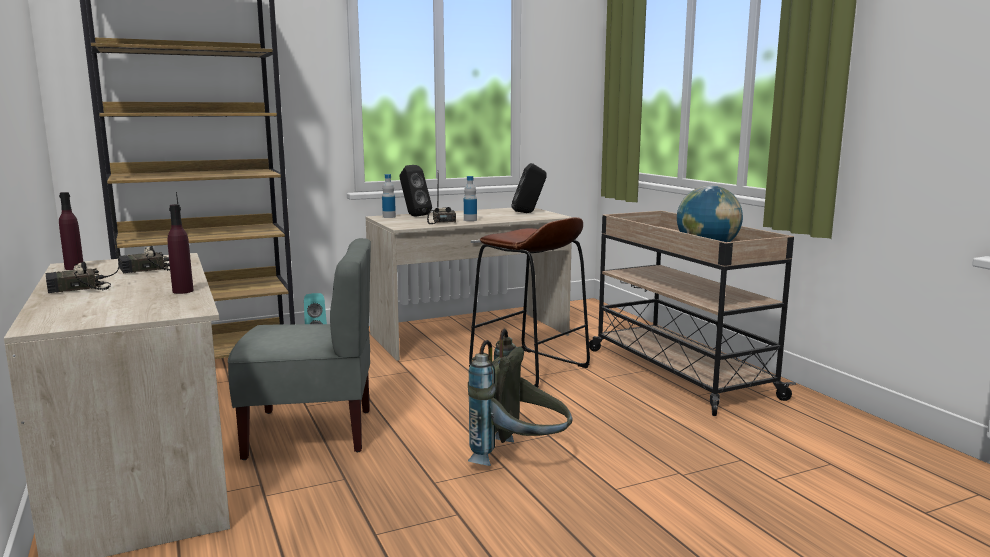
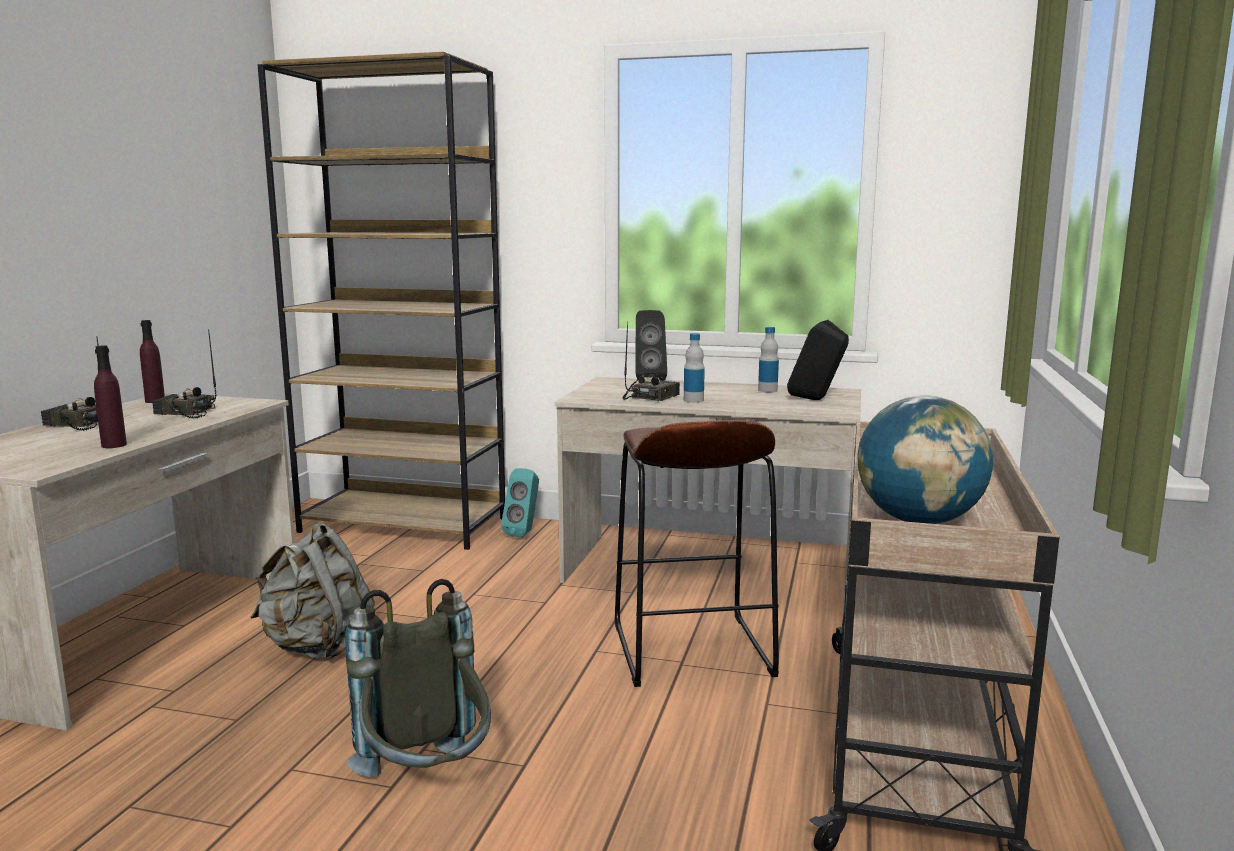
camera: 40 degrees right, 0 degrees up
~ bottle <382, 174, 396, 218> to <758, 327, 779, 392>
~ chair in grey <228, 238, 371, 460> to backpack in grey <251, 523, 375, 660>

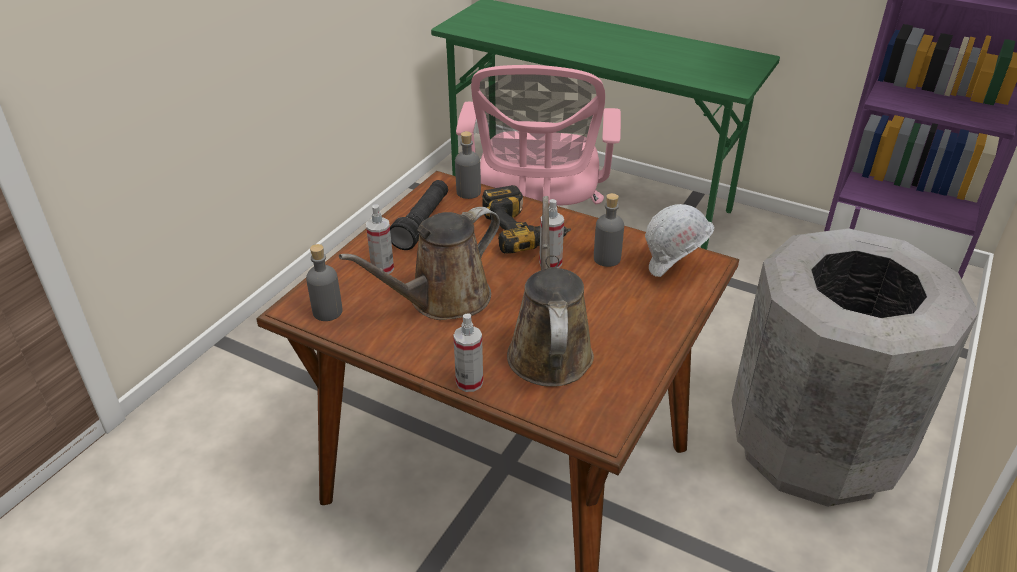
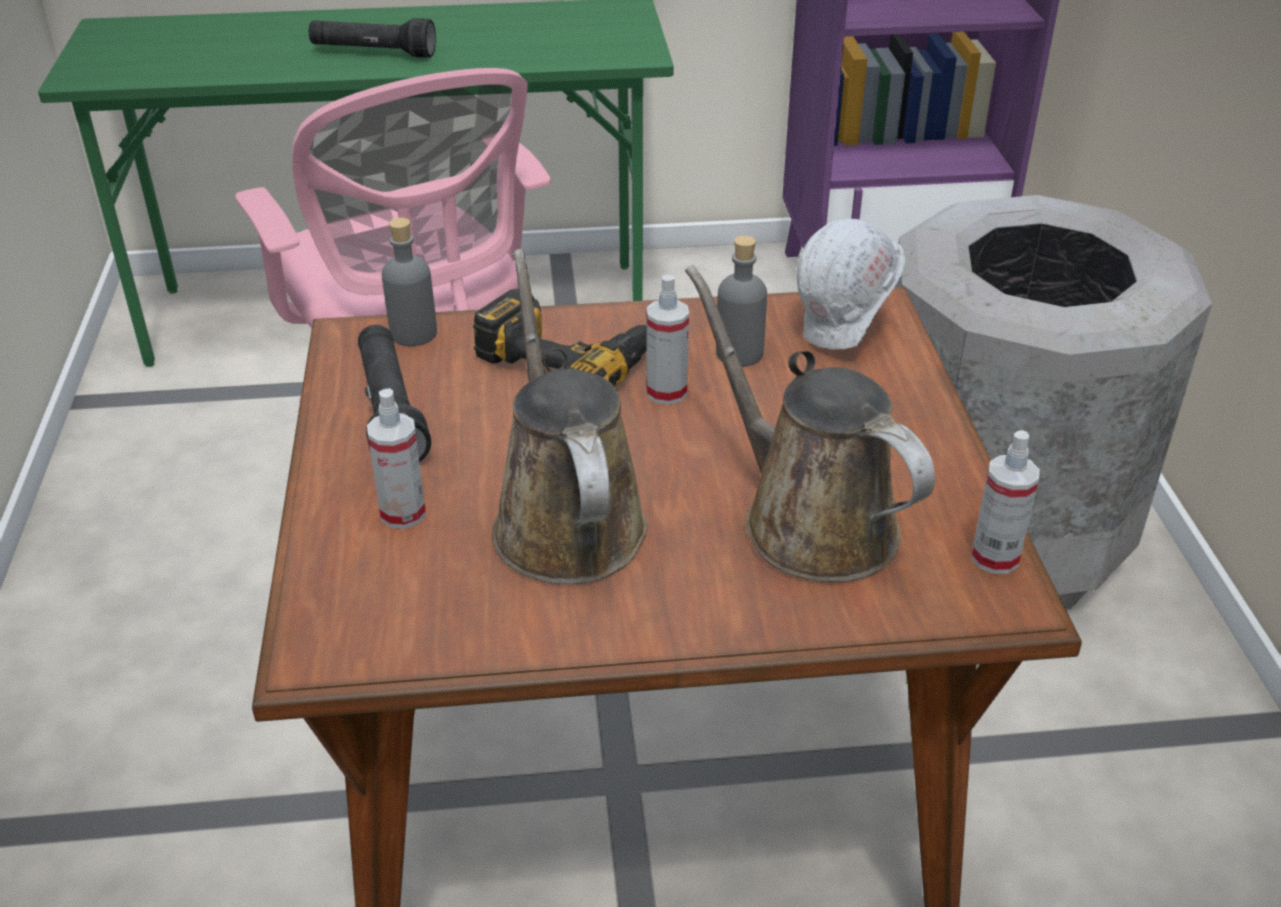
camera: 35 degrees left, 0 degrees up
~ watering can in brown <339, 207, 500, 320> = <492, 249, 647, 585> 150 degrees clockwise
- bottle in grey <306, 244, 343, 321>
~ spray bottle <453, 313, 483, 392> to <971, 430, 1039, 574>
+ flashlight in black <309, 18, 436, 58>

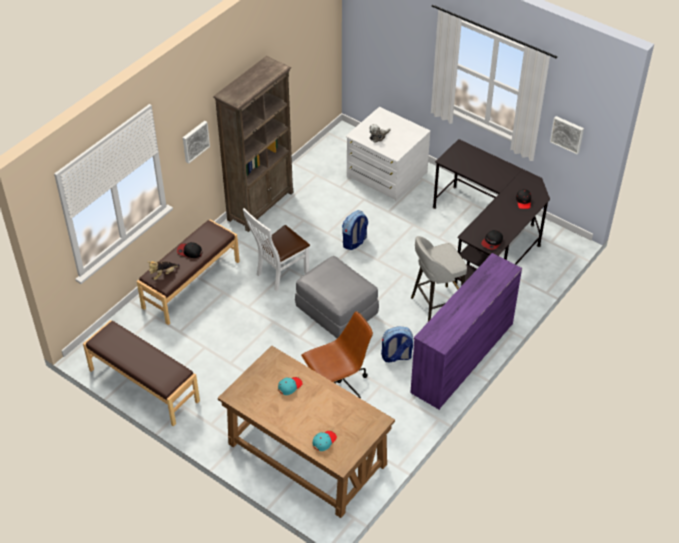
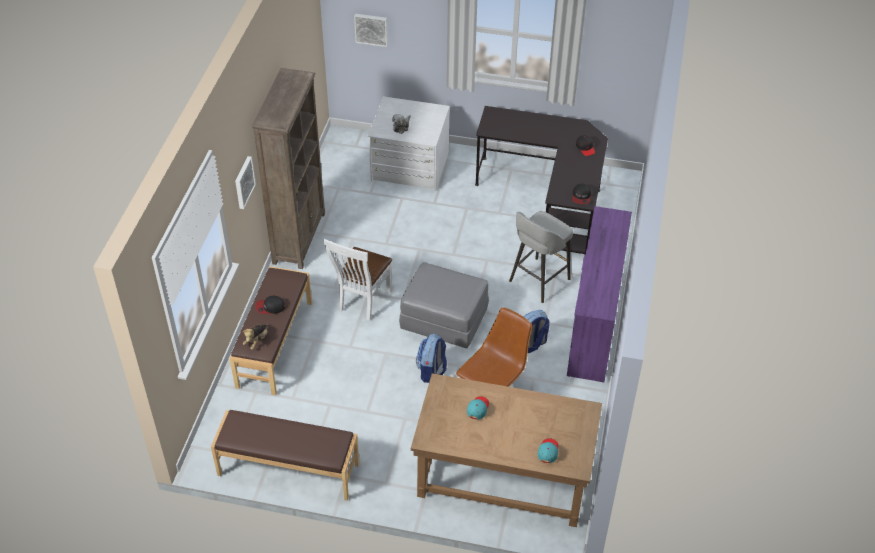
camera: 25 degrees left, 0 degrees up
~ picture <550, 116, 584, 154> to <354, 14, 388, 47>
~ backpack <342, 210, 368, 250> to <416, 334, 447, 383>

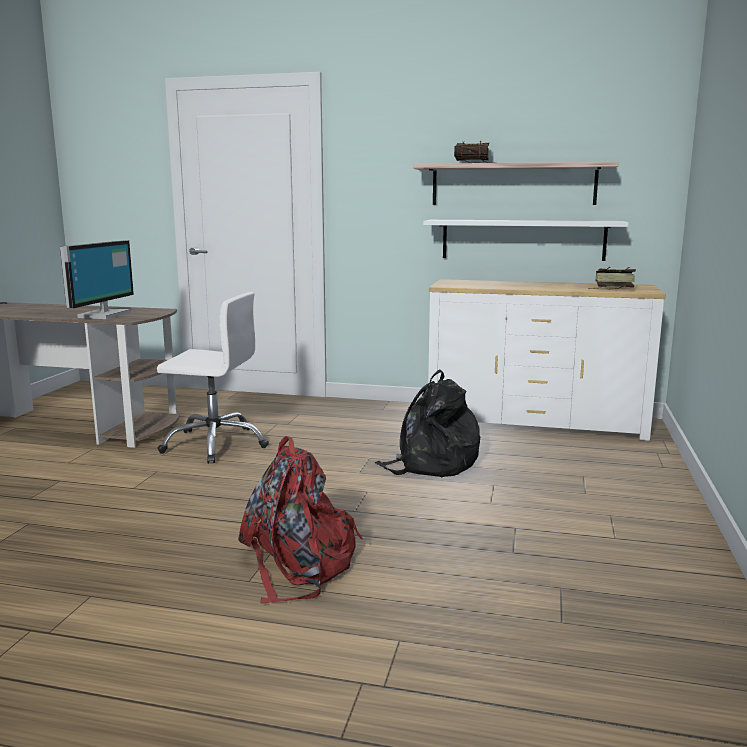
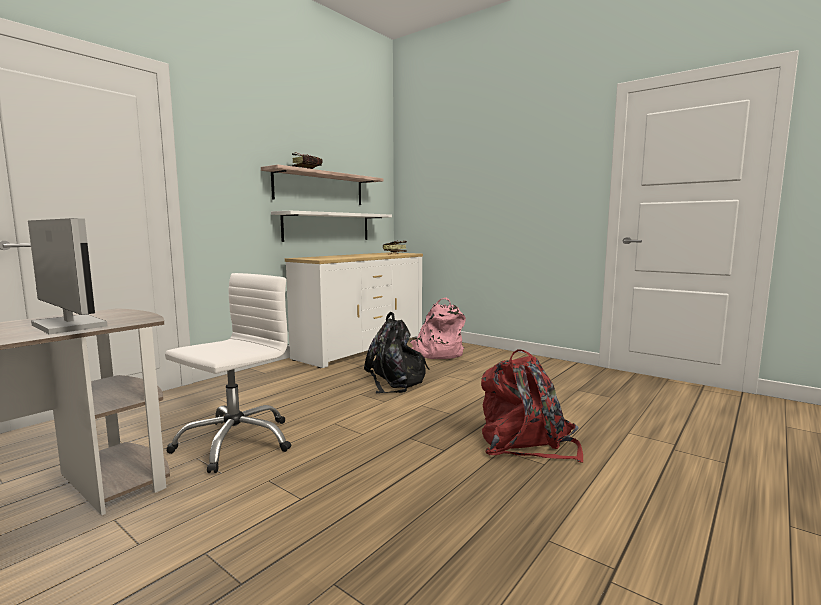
camera: 65 degrees left, 5 degrees down
+ backpack in pink <410, 298, 466, 359>

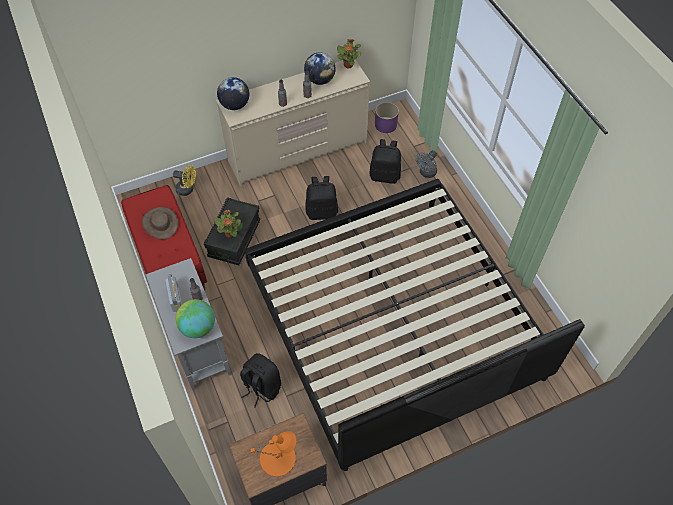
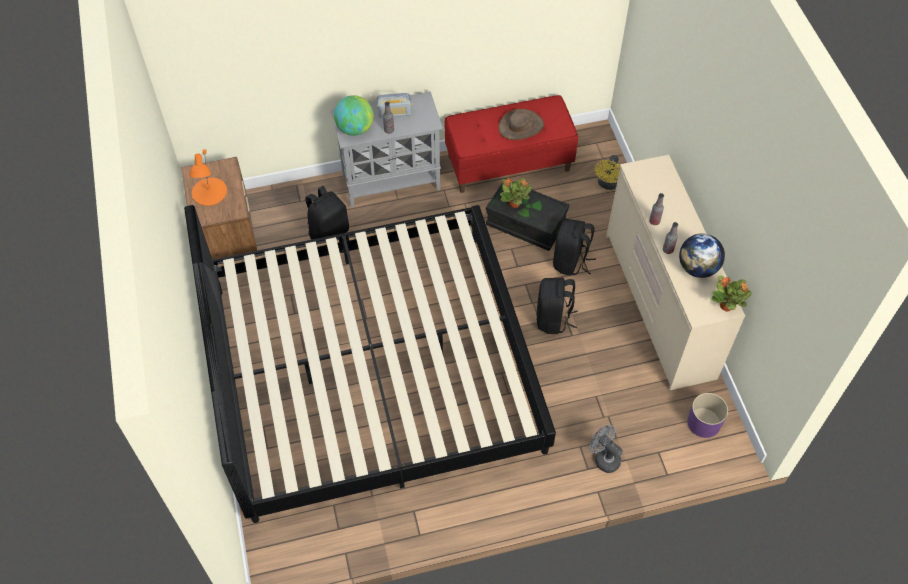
camera: 100 degrees right, 0 degrees up
- globe <217, 77, 249, 110>
~ backpack in black <369, 139, 401, 184> to <553, 219, 596, 276>

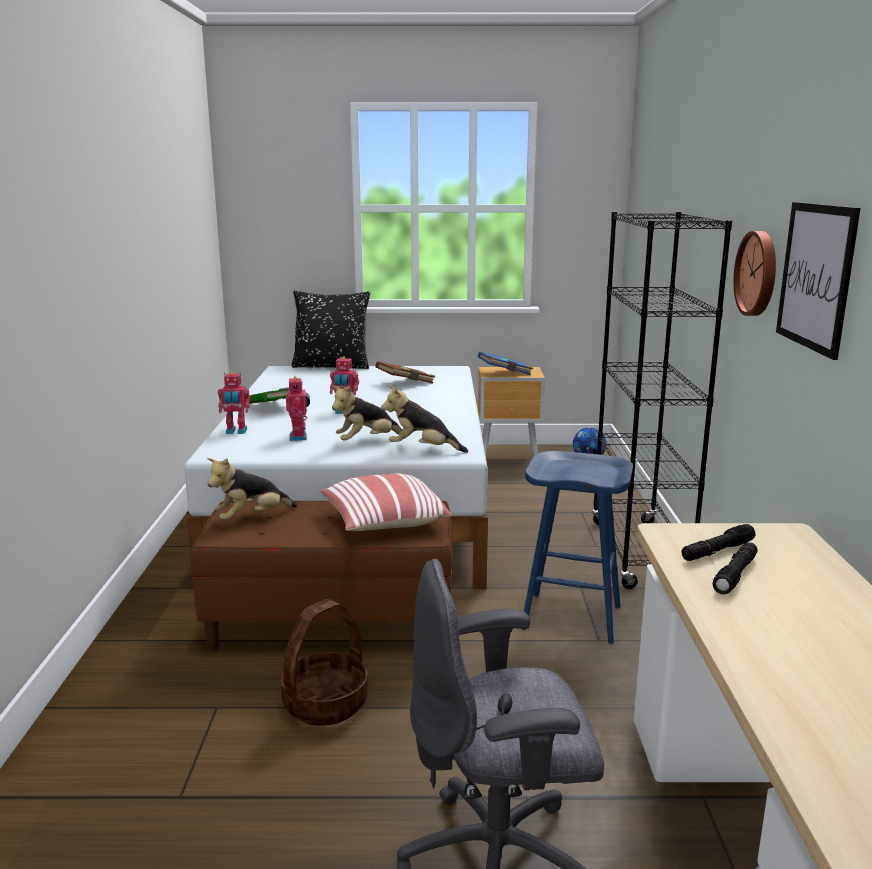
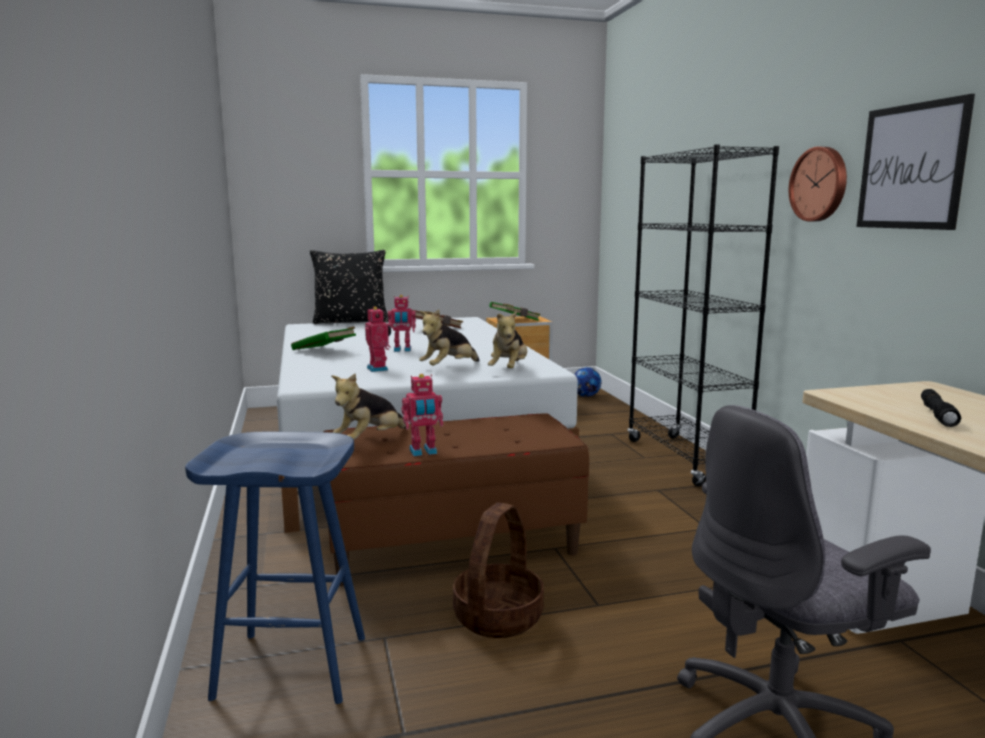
camera: 15 degrees left, 5 degrees down
~ book in blue <478, 351, 533, 375> to book in green <489, 302, 541, 321>
~ toy robot <218, 372, 250, 434> to <402, 374, 443, 456>
~ plush toy <381, 385, 468, 453> = <488, 311, 527, 368> 75 degrees counterclockwise
~ stool in blue <521, 451, 633, 644> to <185, 432, 365, 704>
- pillow <319, 473, 452, 531>
- flashlight in black <681, 524, 755, 561>

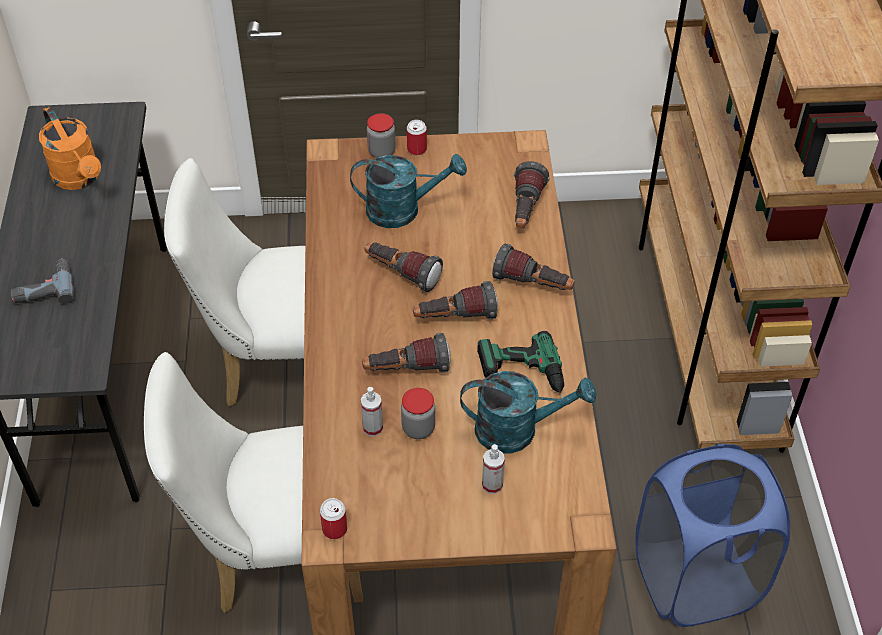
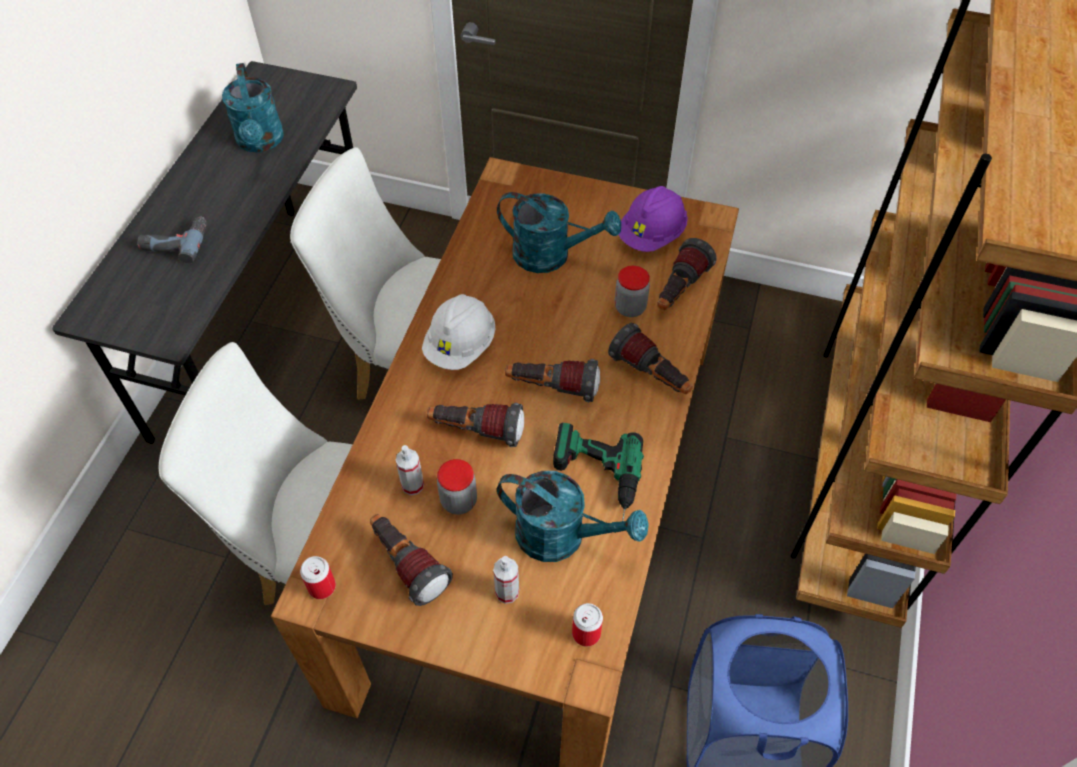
camera: 20 degrees right, 5 degrees up
~ watering can in orange <39, 107, 101, 190> to watering can in turquoise <222, 63, 284, 153>
~ jar <367, 113, 396, 158> to <615, 266, 650, 317>
~ can <407, 120, 427, 155> to <572, 603, 603, 647>
~ flashlight <364, 242, 443, 292> to <370, 514, 453, 606>
+ hard hat in purple <619, 186, 688, 252>
+ hard hat in white <422, 294, 495, 370>

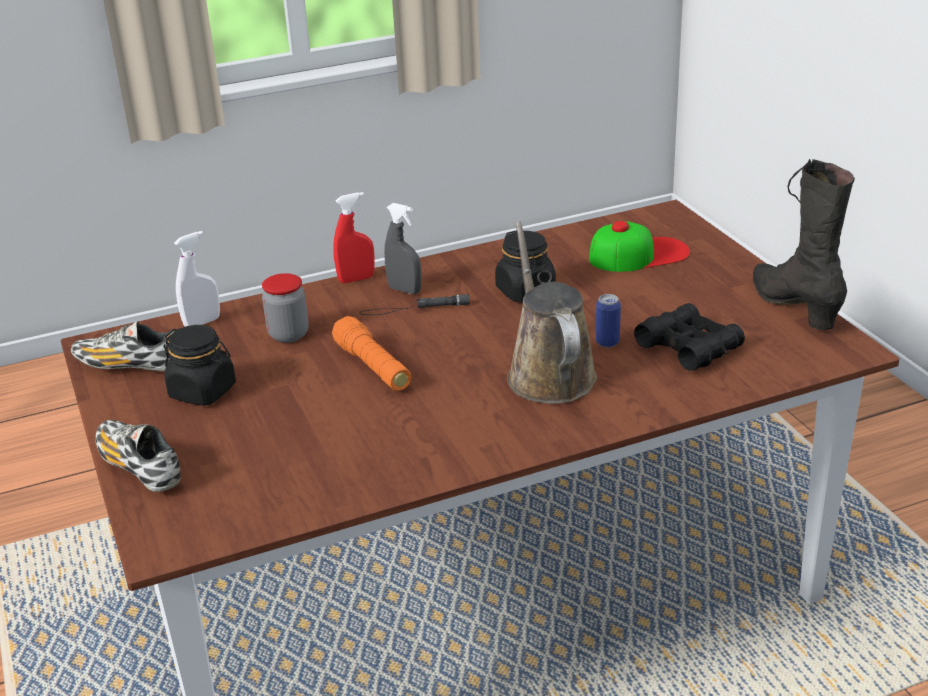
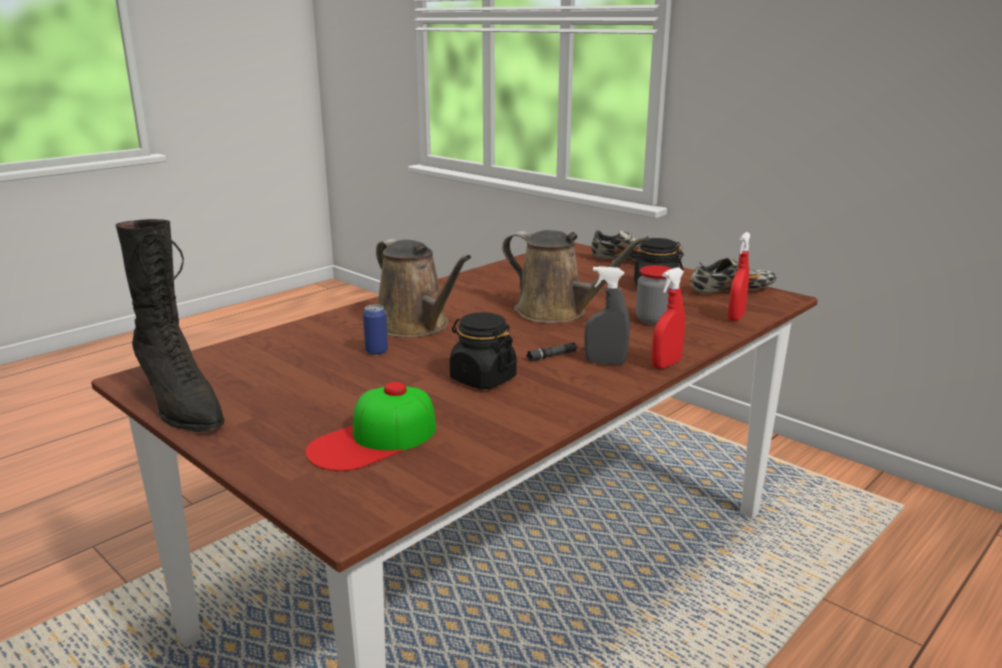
camera: 155 degrees right, 10 degrees down
~ spray bottle in white <174, 231, 220, 327> to spray bottle in red <728, 232, 751, 321>
- binoculars in black <634, 303, 745, 371>
~ flashlight in orange <332, 316, 411, 391> to watering can in brown <502, 230, 649, 323>

